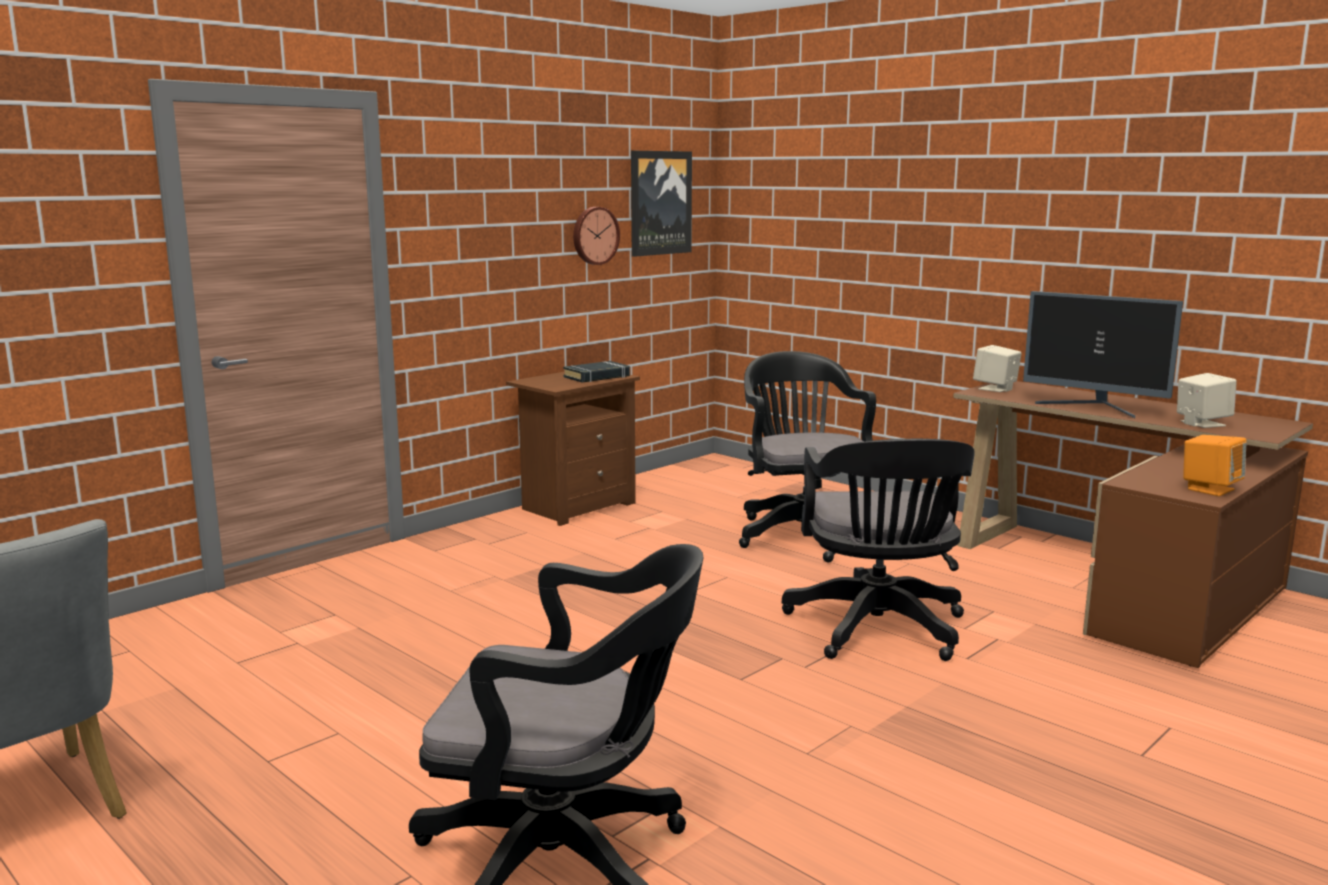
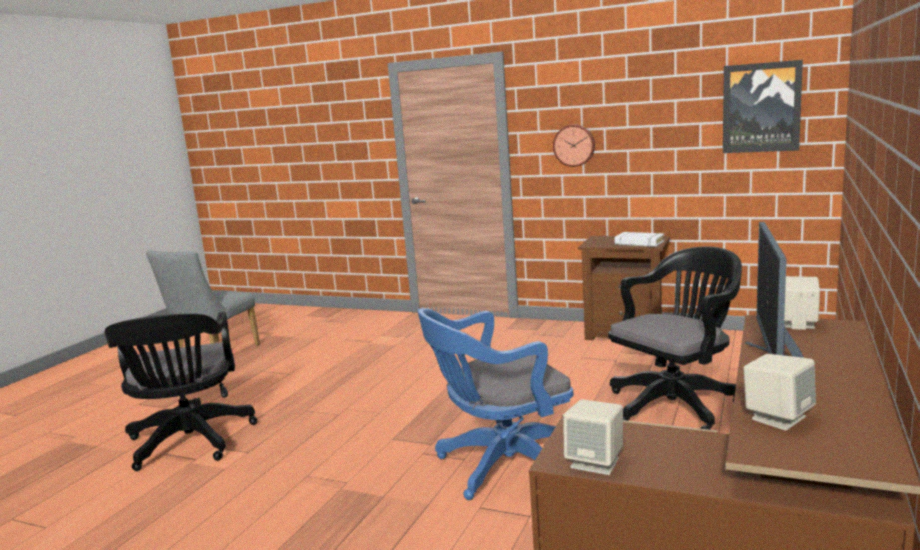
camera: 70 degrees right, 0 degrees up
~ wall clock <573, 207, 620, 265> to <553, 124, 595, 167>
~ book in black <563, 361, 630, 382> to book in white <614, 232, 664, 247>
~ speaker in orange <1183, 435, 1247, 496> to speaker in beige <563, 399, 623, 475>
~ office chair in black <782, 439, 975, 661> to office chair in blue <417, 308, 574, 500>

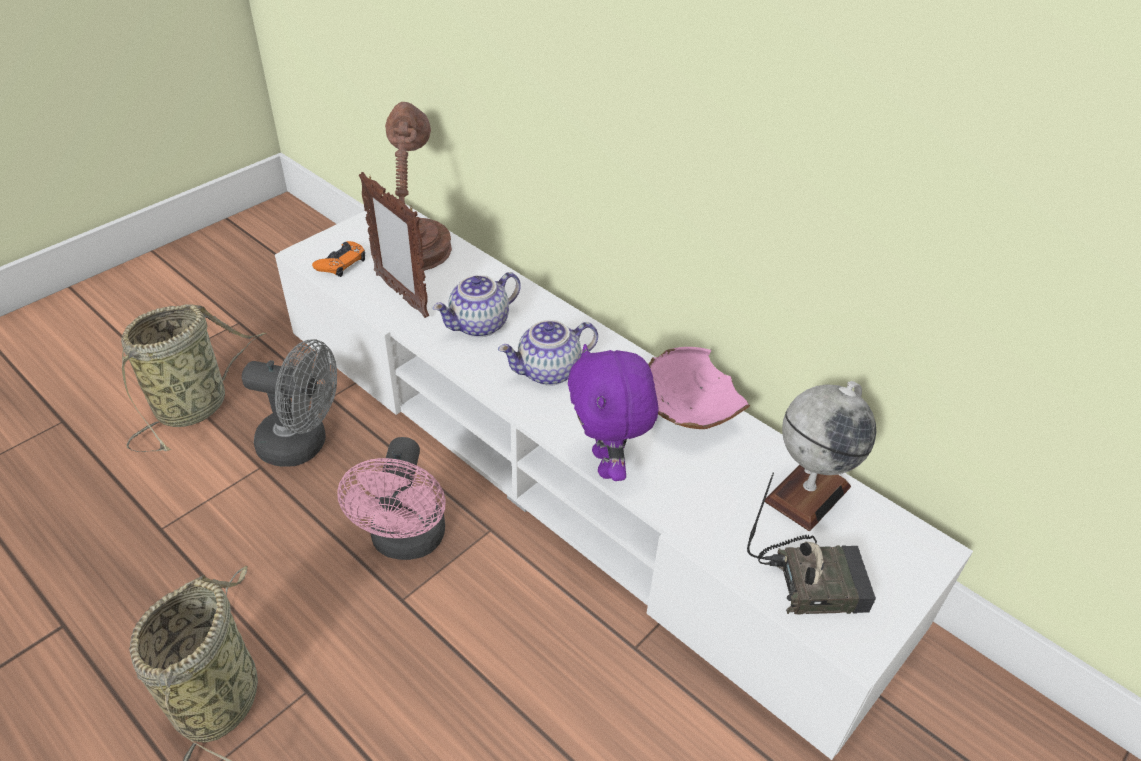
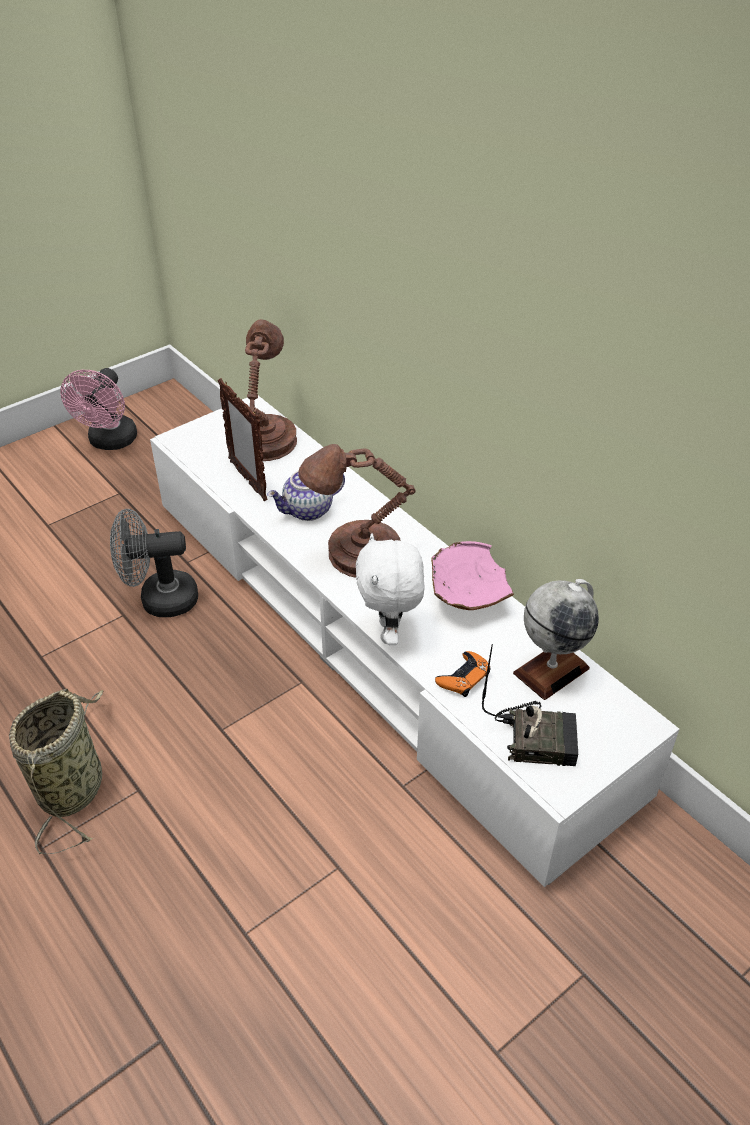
camera: 10 degrees right, 0 degrees up
~ game controller in orange <312, 241, 365, 277> to <435, 651, 491, 697>
- basket <121, 304, 266, 452>
~ teapot <498, 320, 598, 386> to table lamp in brown <298, 444, 416, 578>
~ fan in grey <242, 340, 337, 467> = <110, 509, 198, 617> 150 degrees clockwise
~ plush toy in purple <568, 344, 658, 481> to plush toy in white <356, 533, 425, 645>
~ fan in pink <337, 437, 446, 560> to <60, 368, 137, 450>

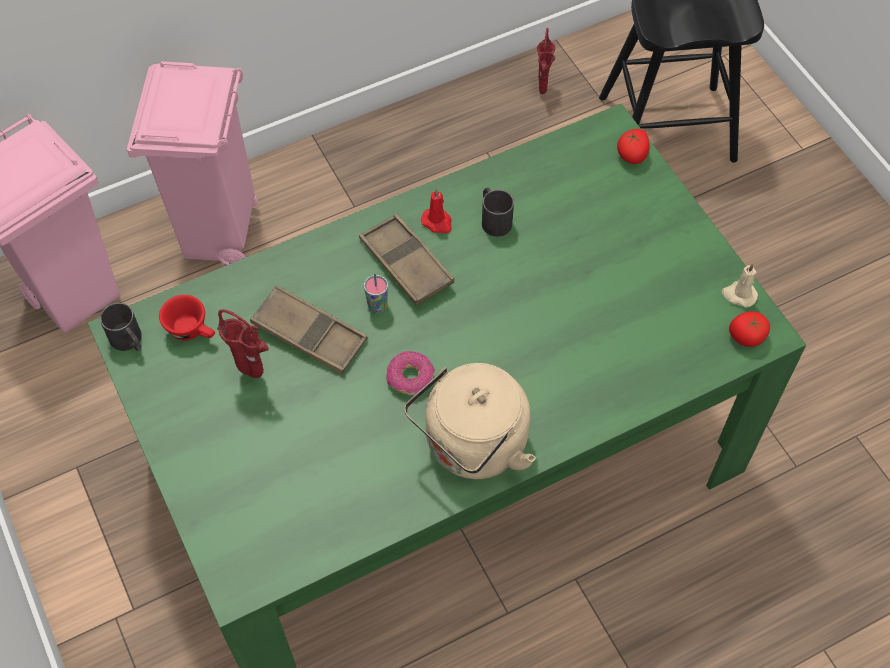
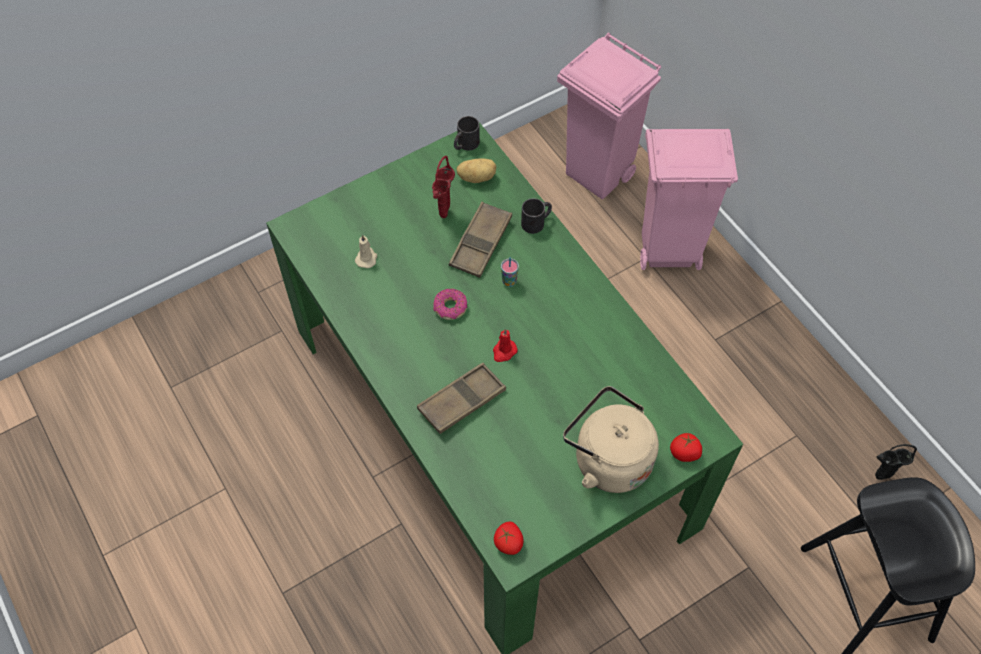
camera: 85 degrees right, 0 degrees up
~ vase in red <537, 28, 555, 94> to vase in black <875, 444, 917, 480>
~ mug in black <482, 187, 514, 237> to <521, 198, 552, 234>
~ candle in red <421, 188, 452, 234> to <493, 328, 518, 362>
~ tray in brown <359, 214, 454, 305> to <417, 363, 506, 434>
~ candle in beige <722, 263, 758, 307> to <355, 234, 377, 268>
~ cup in red <159, 295, 215, 341> to potato <457, 158, 496, 183>
~ kettle in beige <404, 363, 536, 479> to <563, 386, 659, 493>

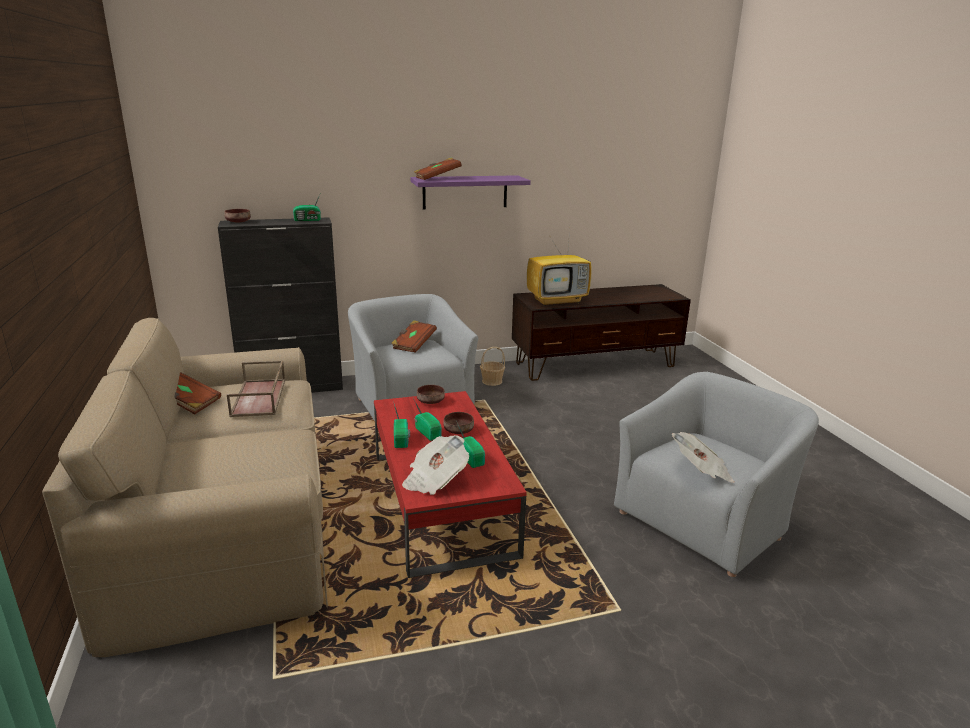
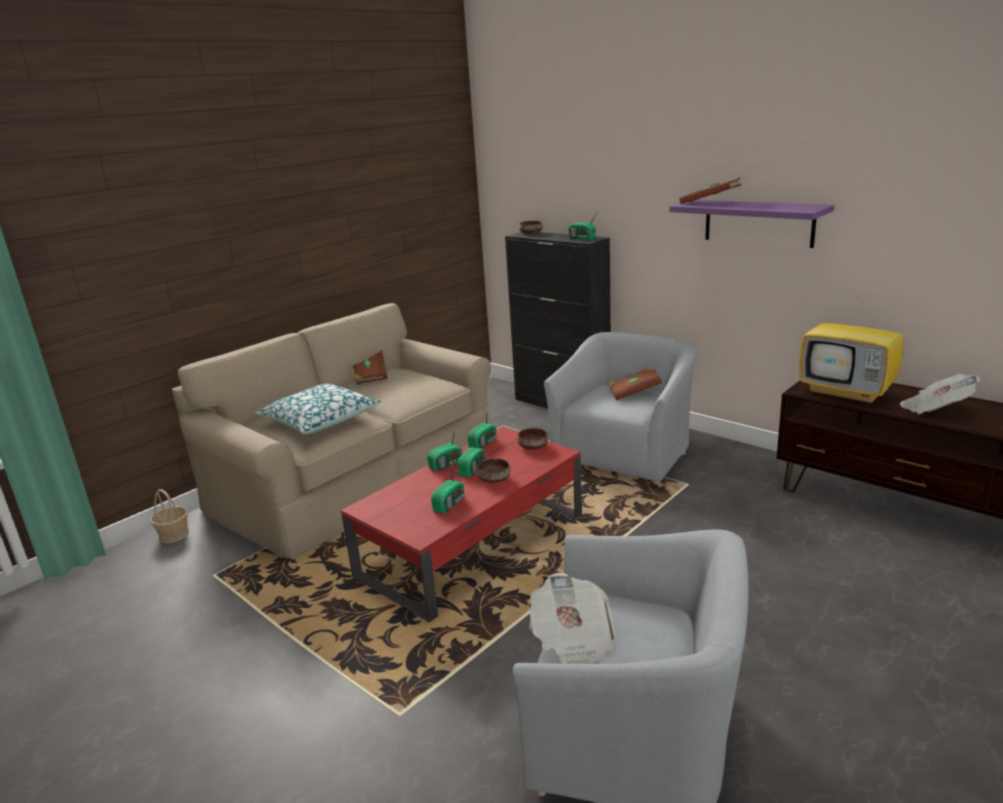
camera: 60 degrees right, 0 degrees up
~ basket <480, 347, 505, 386> to <150, 489, 189, 543>
- tray in brown <227, 360, 285, 417>
~ newspaper <402, 435, 469, 495> to <900, 374, 981, 414>
+ pillow <255, 383, 381, 434>
+ radio <468, 406, 497, 448>

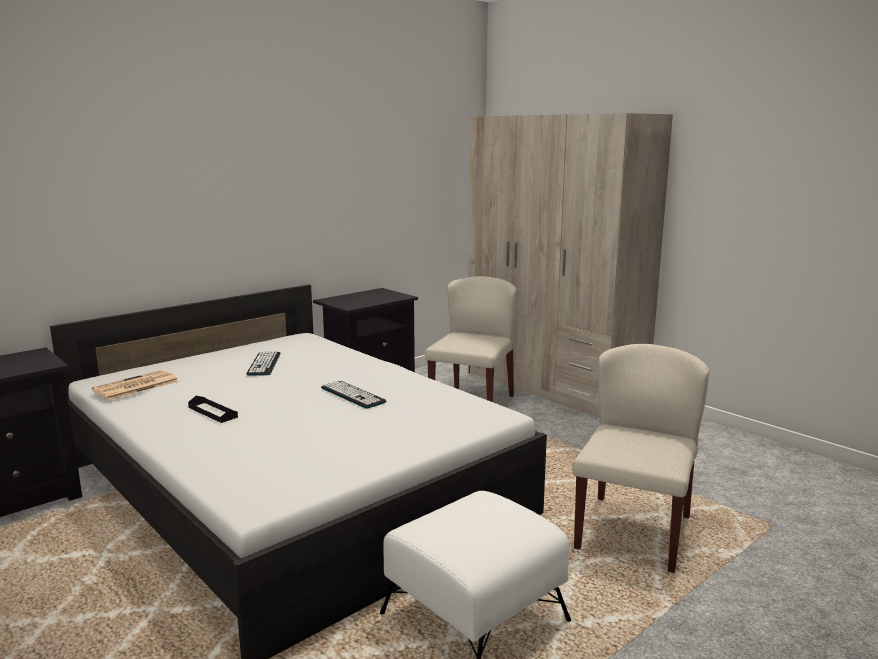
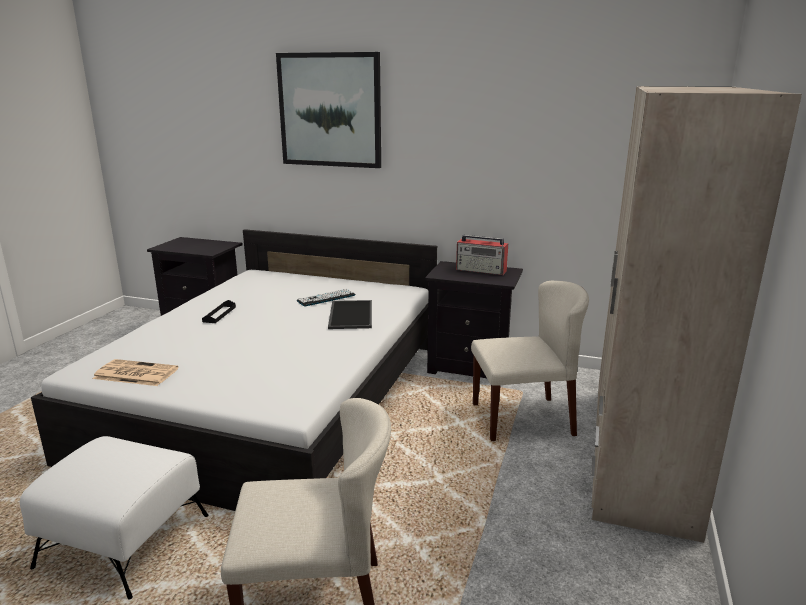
camera: 60 degrees right, 5 degrees up
~ newspaper <92, 370, 179, 400> to <92, 359, 178, 386>
- keyboard <321, 380, 386, 409>
+ picture <276, 52, 381, 168>
+ radio <456, 235, 508, 275>
+ tray <328, 300, 372, 329>

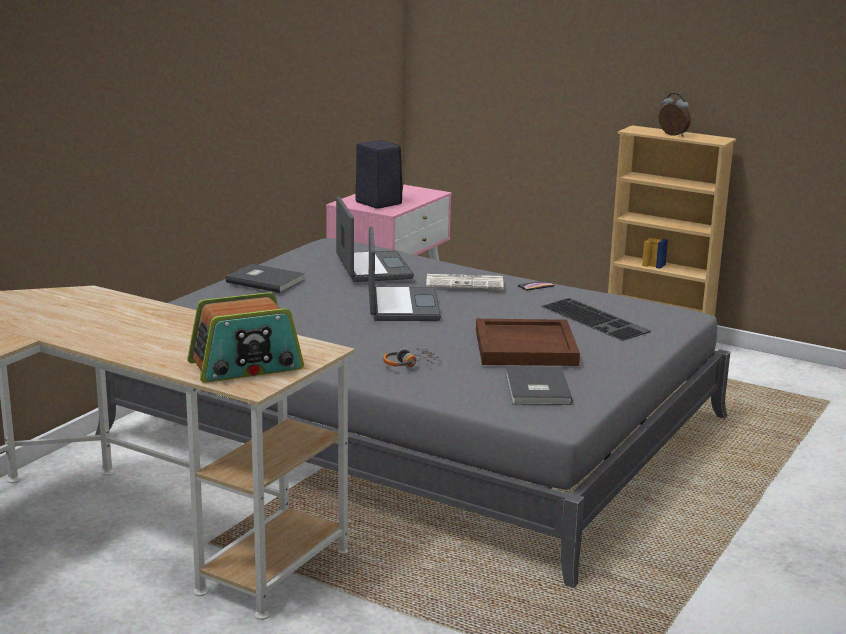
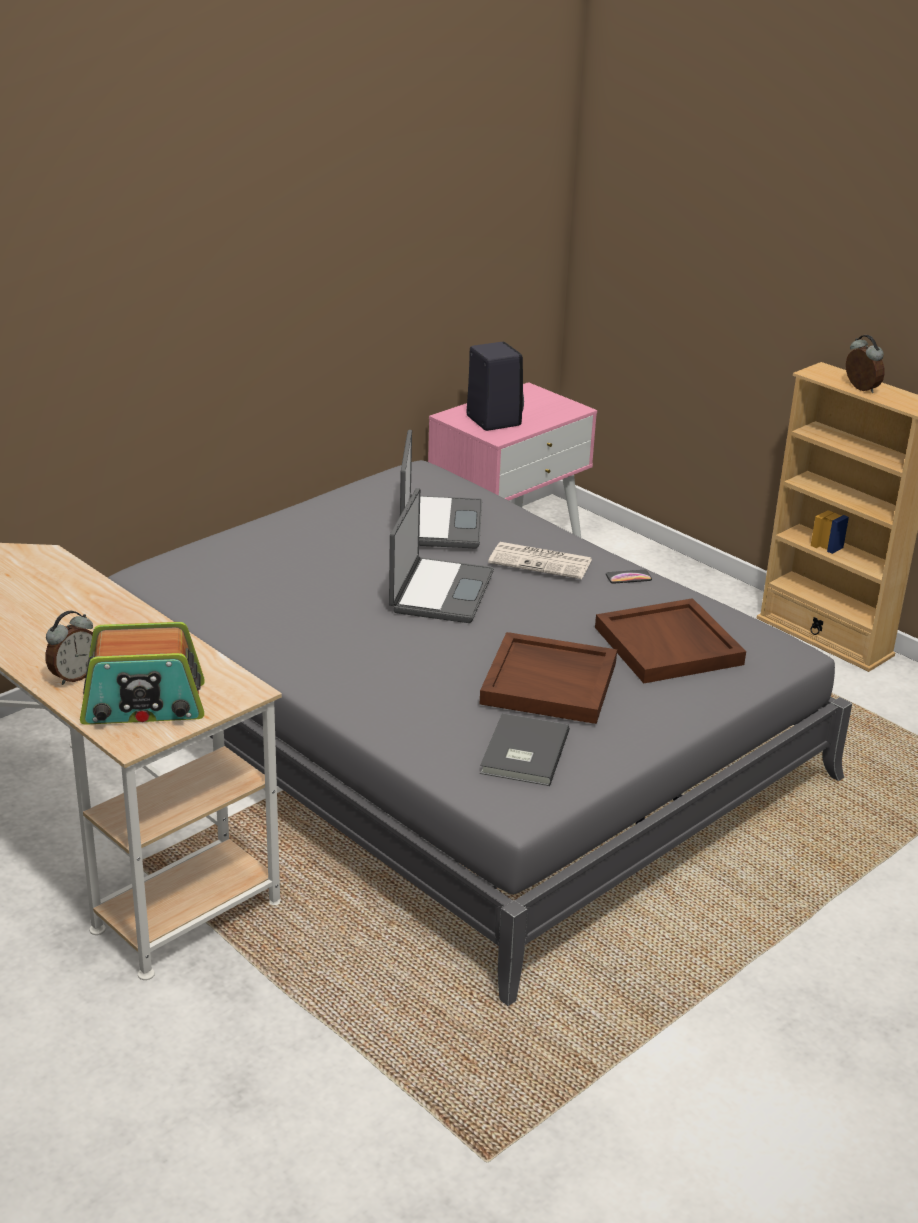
camera: 15 degrees right, 10 degrees up
- book in grey <226, 264, 305, 293>
~ keyboard <541, 298, 651, 341> to tray in brown <595, 598, 746, 683>
- headphones <383, 347, 442, 367>
+ alarm clock <45, 611, 93, 685>

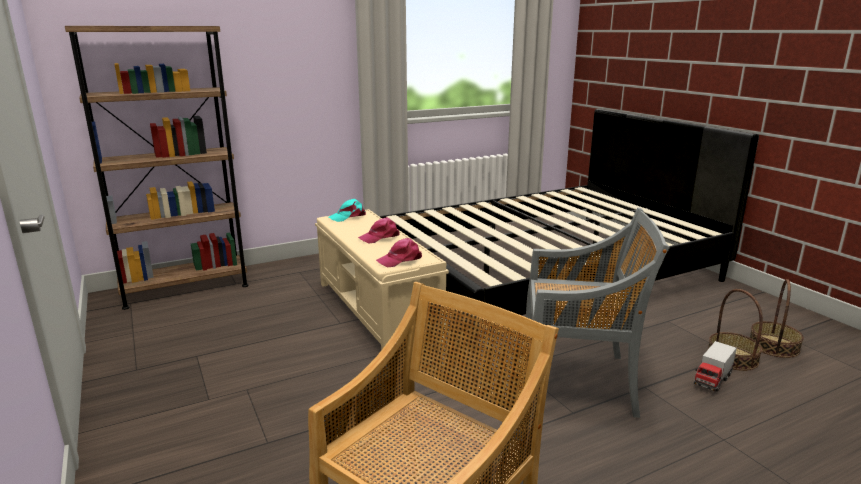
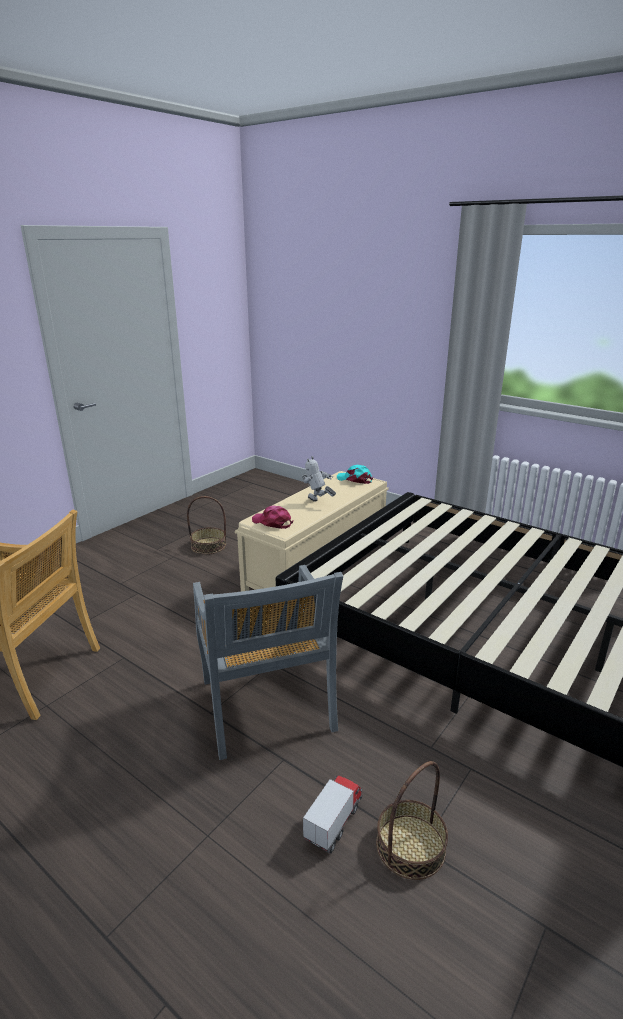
camera: 65 degrees right, 5 degrees up
- bookcase in brown <65, 26, 249, 310>
~ cap in pink <358, 217, 400, 243> to toy robot <302, 456, 336, 502>
~ basket <750, 279, 804, 358> to <187, 496, 226, 554>
~ toy truck <694, 341, 737, 392> = <303, 775, 362, 854> 105 degrees clockwise

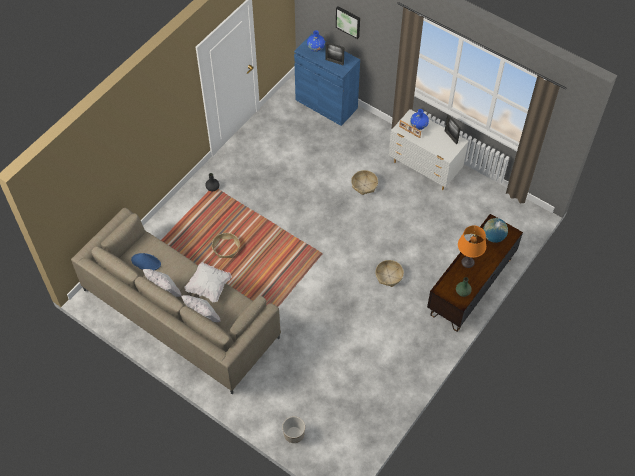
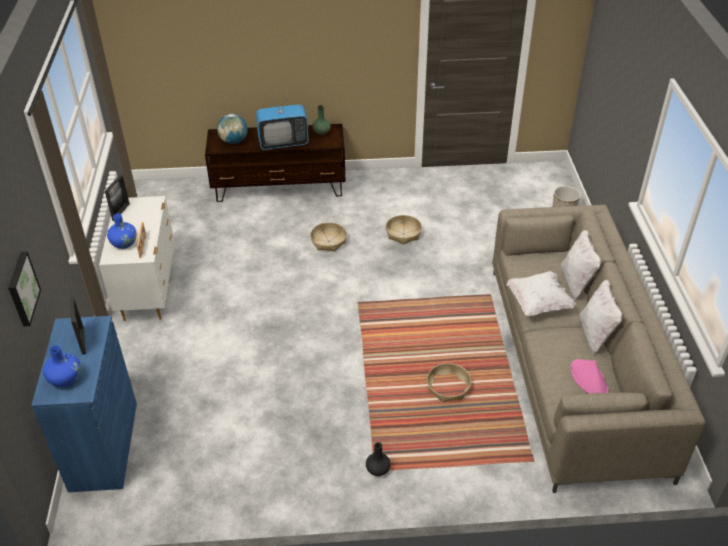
camera: 130 degrees left, 15 degrees down
~ basket <351, 170, 378, 195> to <386, 215, 422, 245>
~ table lamp in orange <458, 226, 486, 268> to television <256, 89, 309, 150>
~ hat in blue <131, 253, 161, 270> to hat in pink <570, 359, 609, 394>

